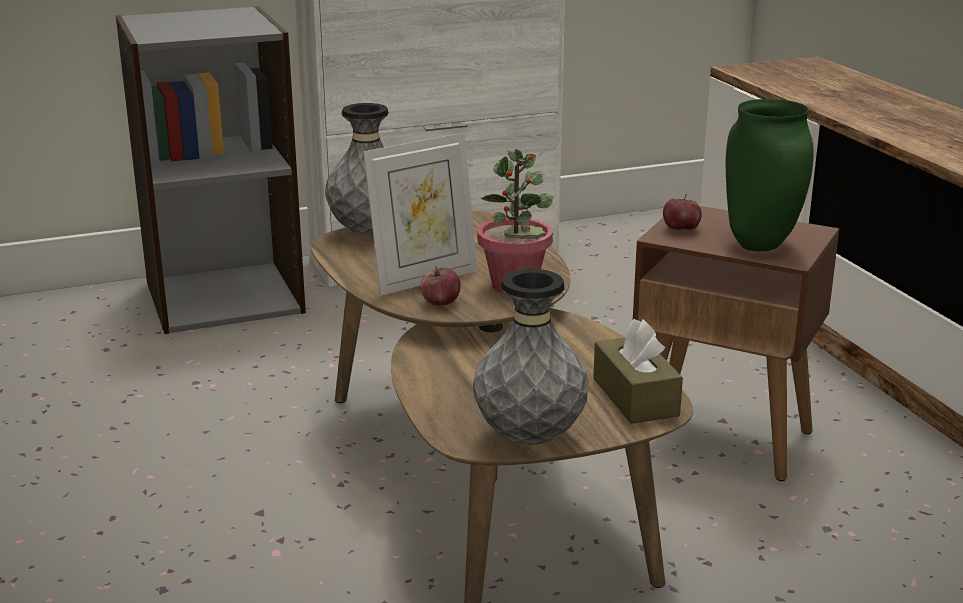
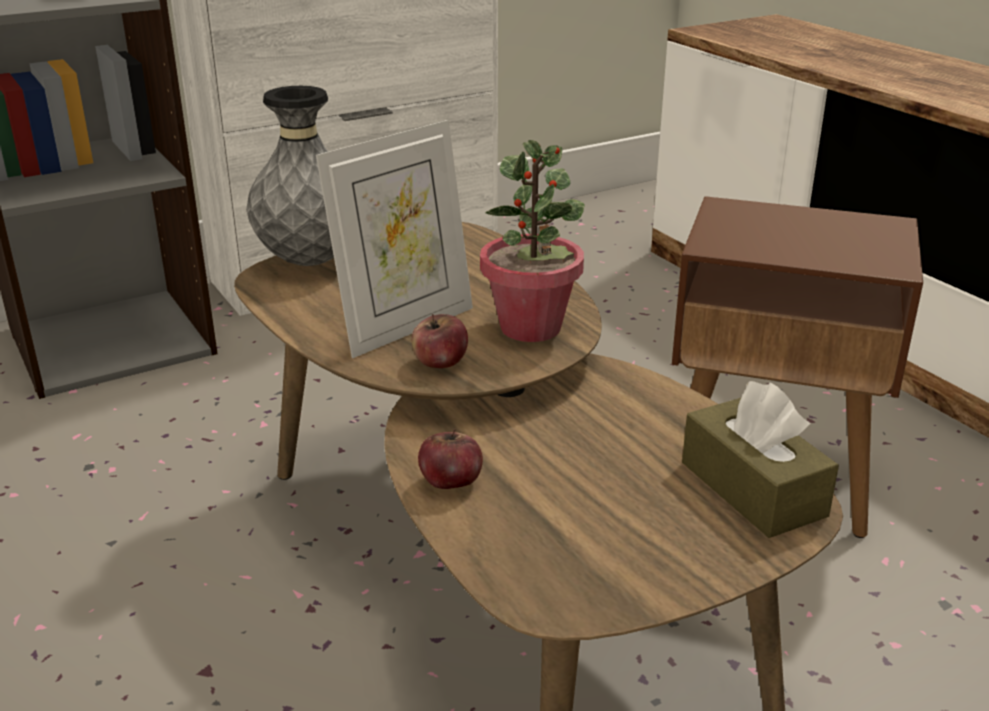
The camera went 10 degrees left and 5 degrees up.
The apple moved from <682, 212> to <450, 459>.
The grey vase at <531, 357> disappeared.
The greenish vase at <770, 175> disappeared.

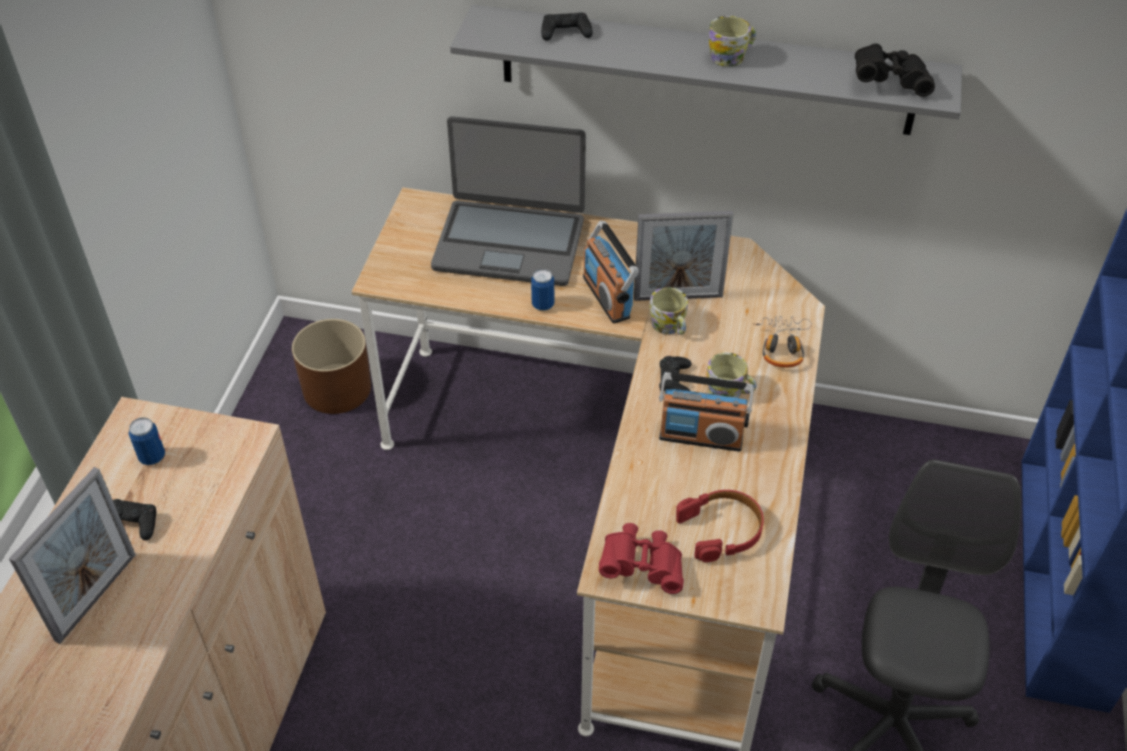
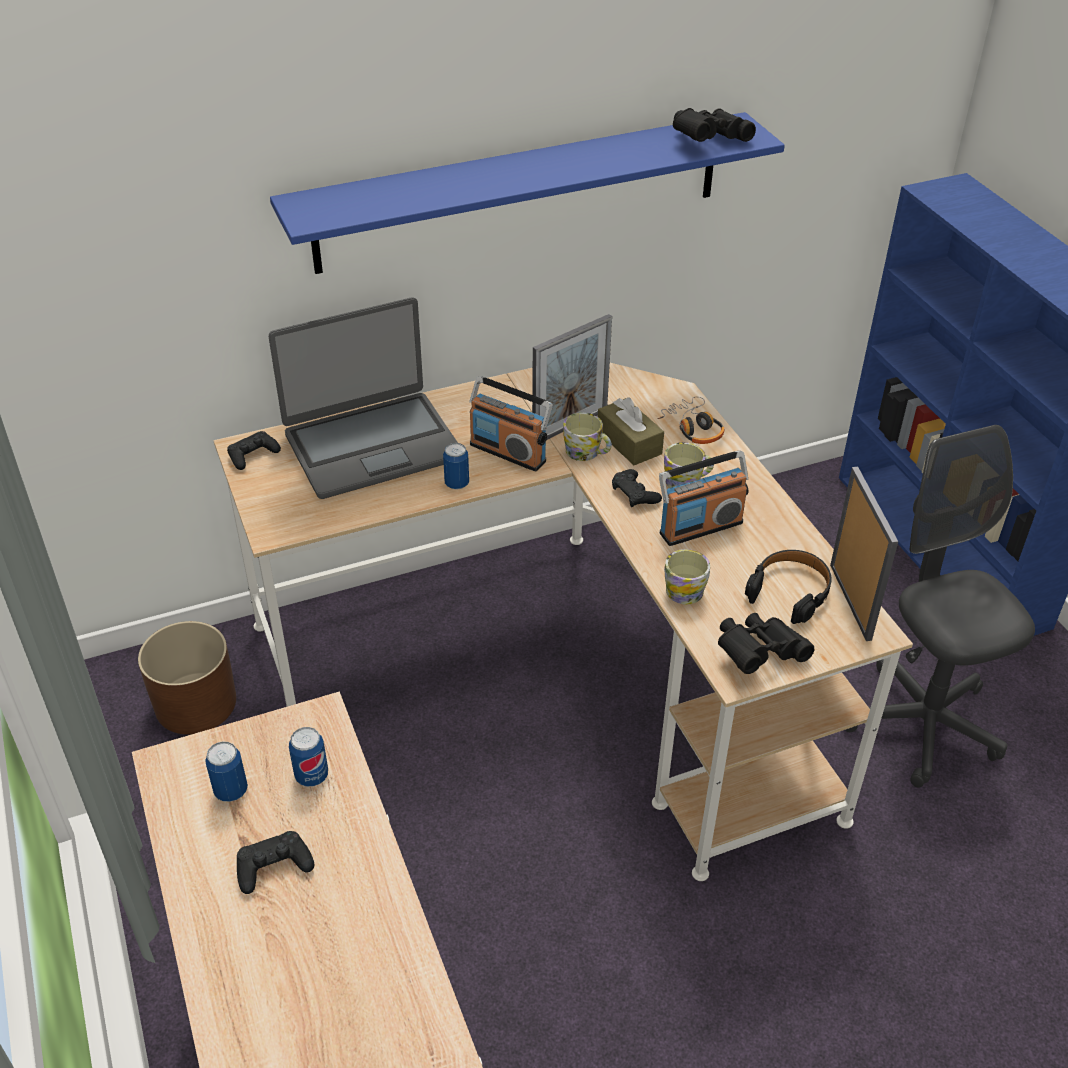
The camera went 35 degrees left and 5 degrees down.
The black joypad moved from <567, 26> to <254, 450>.
The grey shelf at <706, 70> became the blue-coloured shelf at <527, 193>.
The sealed can at <308, 757> appeared.
The brown-coloured tissue holder at <631, 431> appeared.
The coffee mug moved from <732, 41> to <687, 576>.
The reddish binoculars at <641, 558> became the black binoculars at <766, 643>.
The reddish headset at <720, 526> became the black headset at <788, 587>.
The standing frame moved from <72, 555> to <864, 554>.

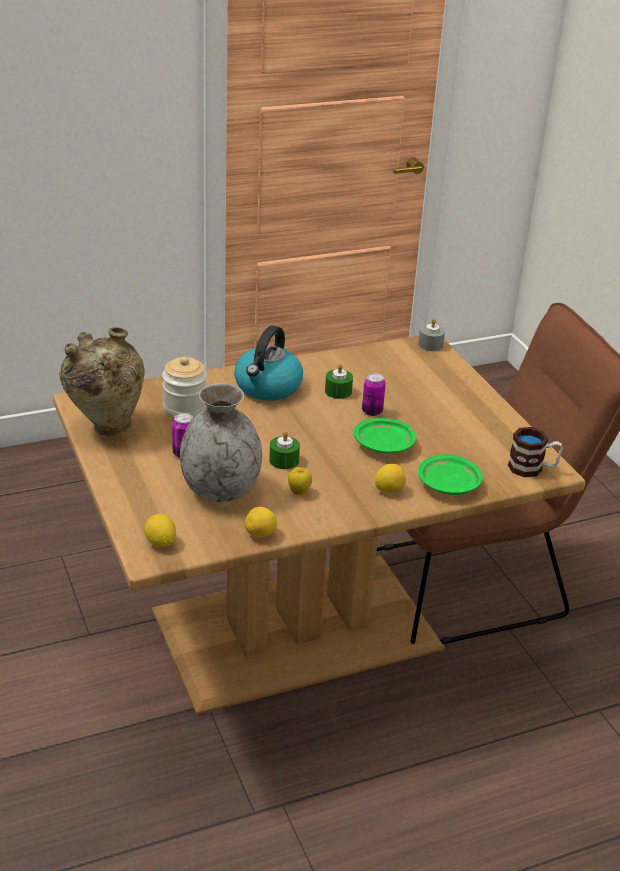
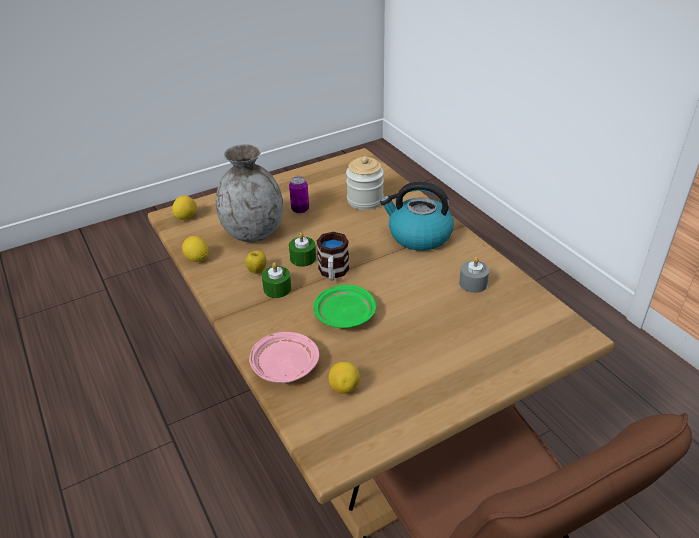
The camera went 85 degrees right and 5 degrees up.
The greenish plate at <450, 474> became the pink plate at <284, 357>.
The greenish wax light moved from <339, 381> to <276, 280>.
The coffee mug moved from <535, 452> to <333, 256>.
The lemon moved from <390, 478> to <344, 378>.
The grey wax light moved from <431, 334> to <474, 275>.
The beige vase at <102, 382> disappeared.
The sealed can at <374, 394> disappeared.

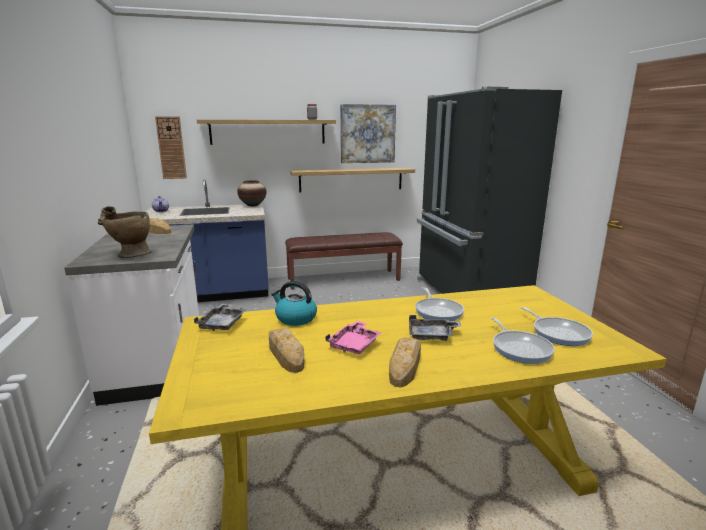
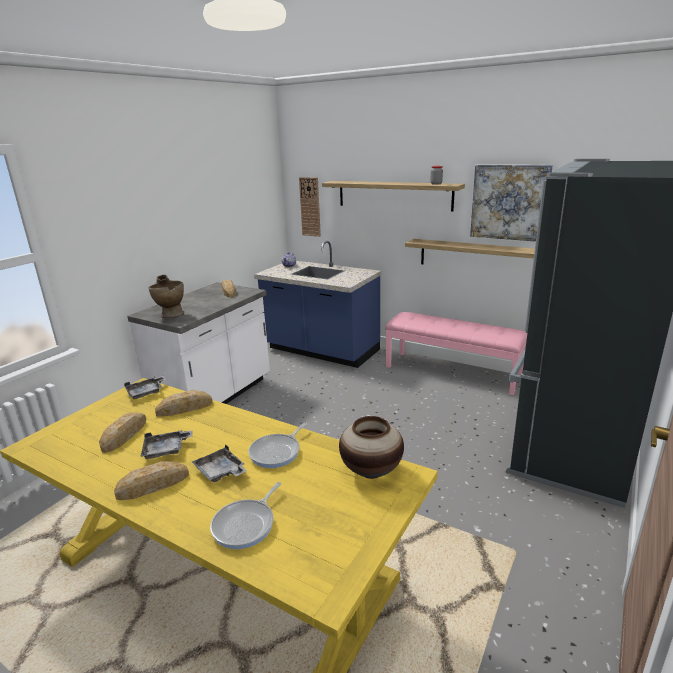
The camera went 45 degrees right and 5 degrees up.
The pink carrying tray at <353, 337> became the grey carrying tray at <167, 444>.
The kettle at <294, 303> was replaced by the bakery bread at <184, 403>.
The vase moved from <252, 193> to <371, 447>.
The brown-coloured indoor bench at <344, 261> became the pink indoor bench at <456, 353>.
The skillet at <557, 326> disappeared.

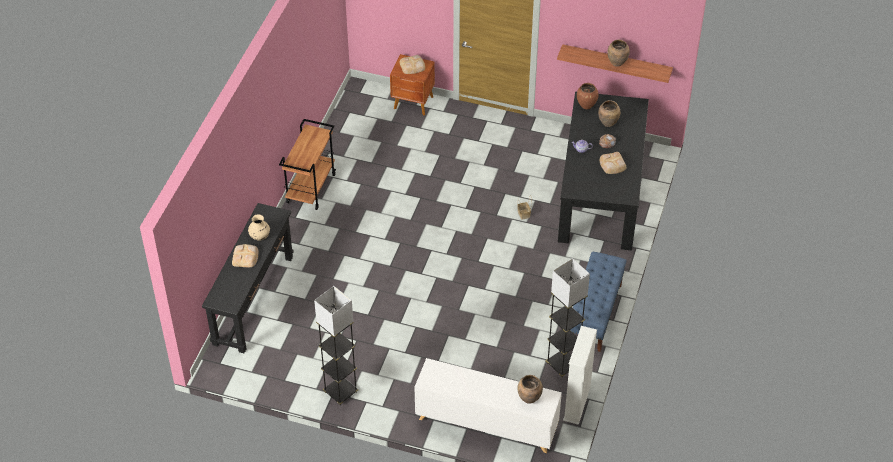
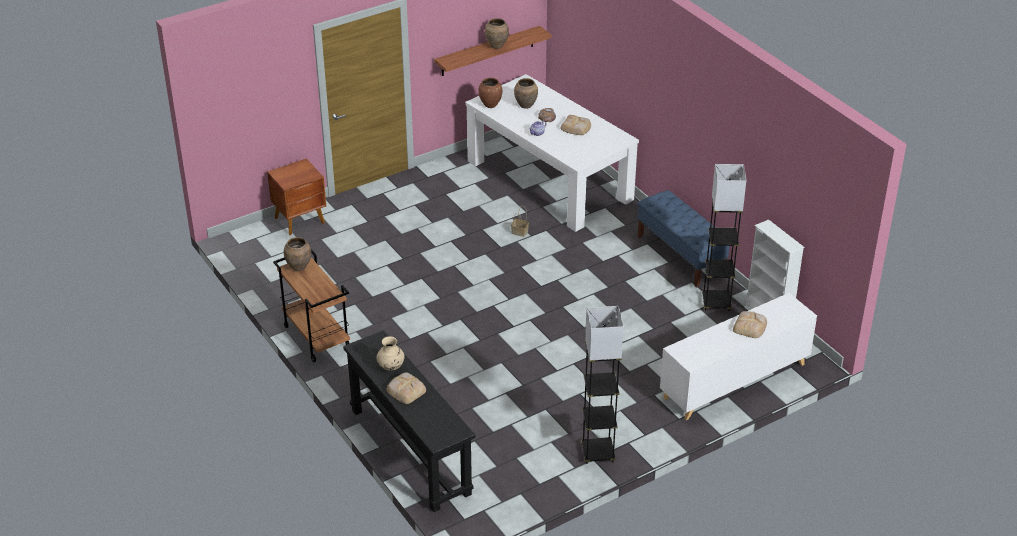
The camera went 50 degrees left and 10 degrees down.
The brown-coloured vase moved from <530, 389> to <297, 254>.
The black dining table at <603, 171> became the white-coloured dining table at <552, 153>.
The bakery bread moved from <412, 64> to <750, 324>.

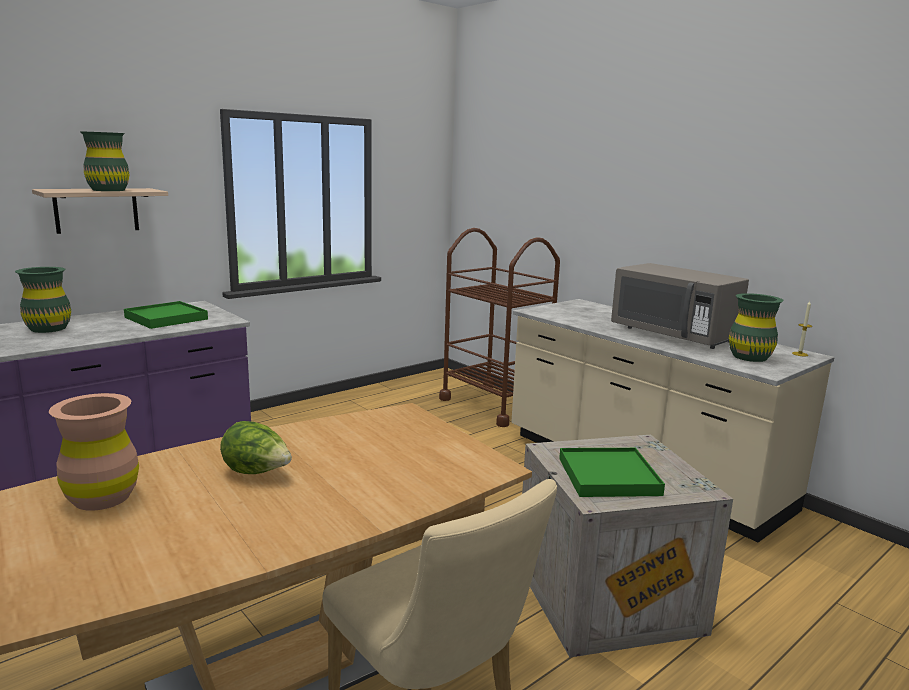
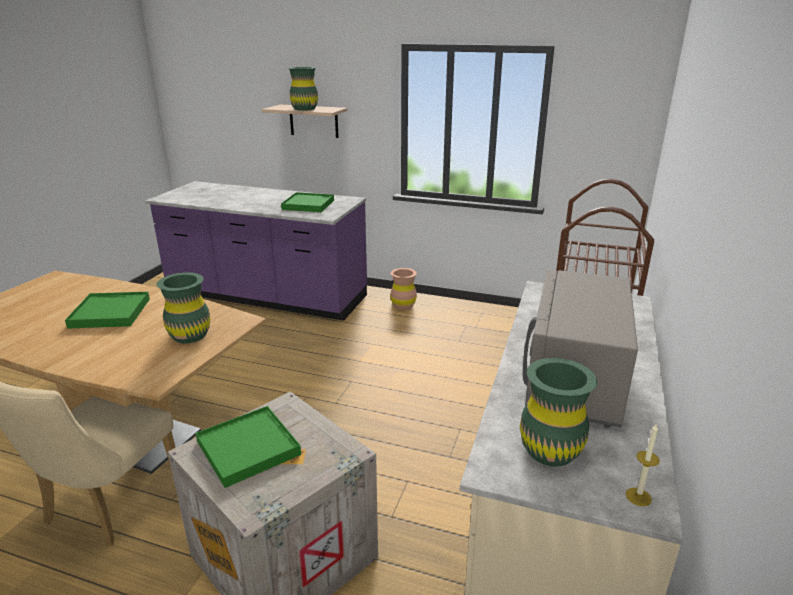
The camera went 60 degrees right and 10 degrees up.
The lettuce at <256, 447> was replaced by the greenish carrying tray at <107, 310>.
The greenish vase moved from <43, 300> to <183, 307>.
The brown-coloured vase moved from <94, 452> to <403, 289>.

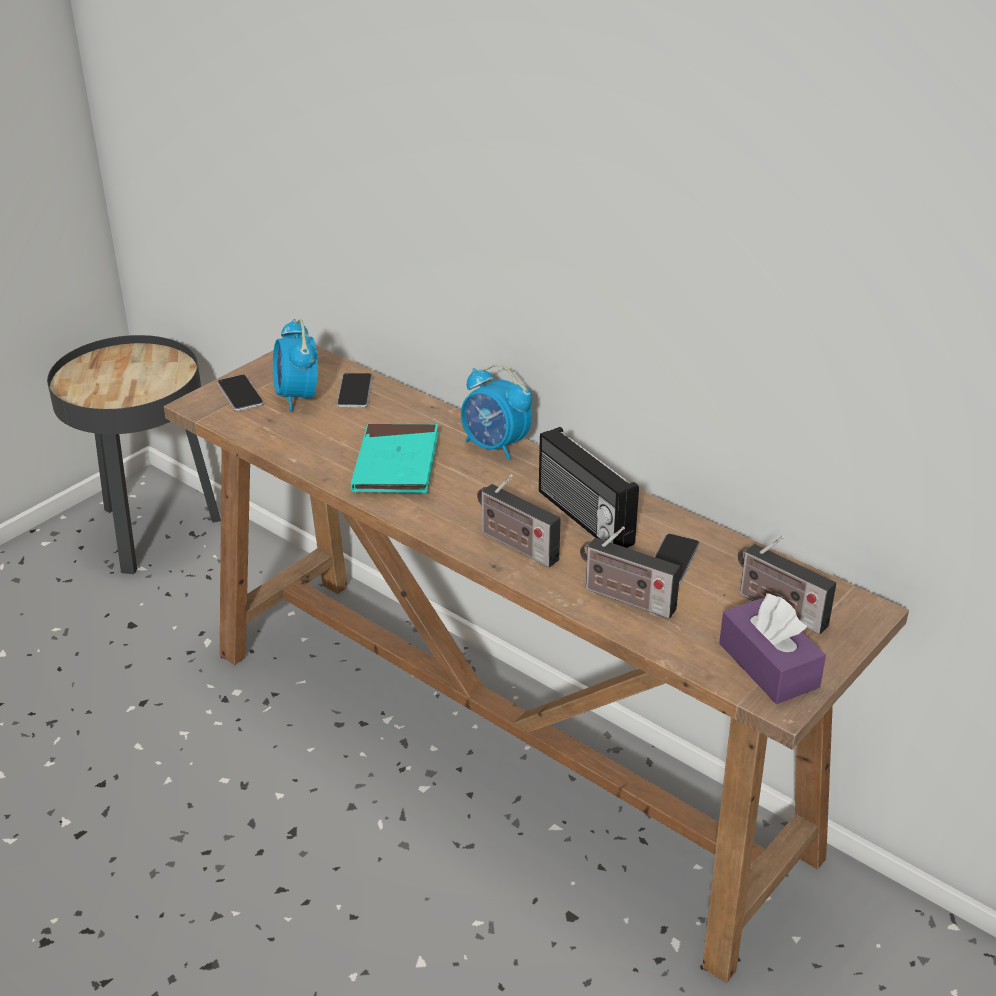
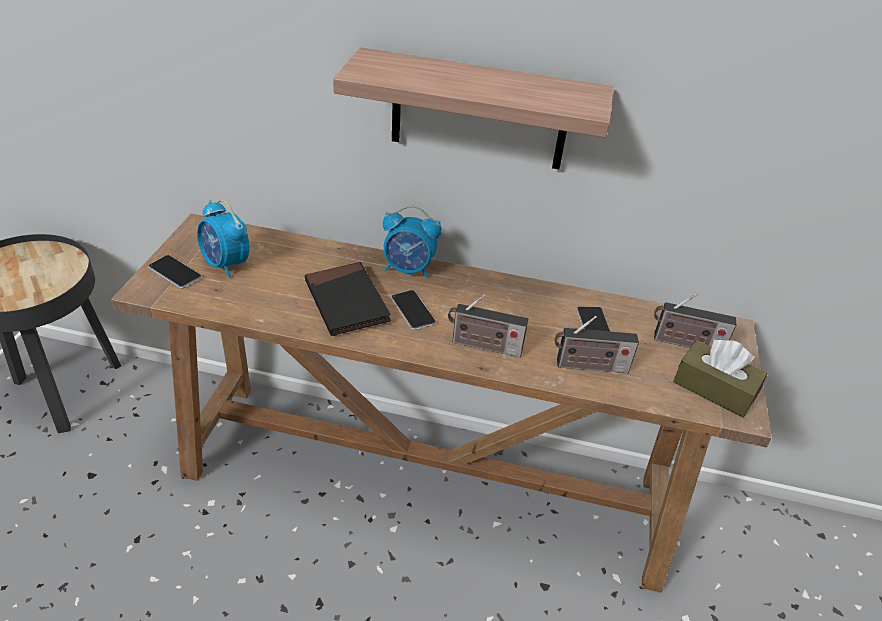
The camera went 30 degrees left and 5 degrees up.
The turquoise-coloured book at <395, 458> became the black book at <348, 299>.
The shelf at <473, 108> appeared.
The phone moved from <355, 390> to <413, 310>.
The purple tissue holder at <772, 648> became the brown-coloured tissue holder at <720, 378>.
The radio at <589, 487> disappeared.

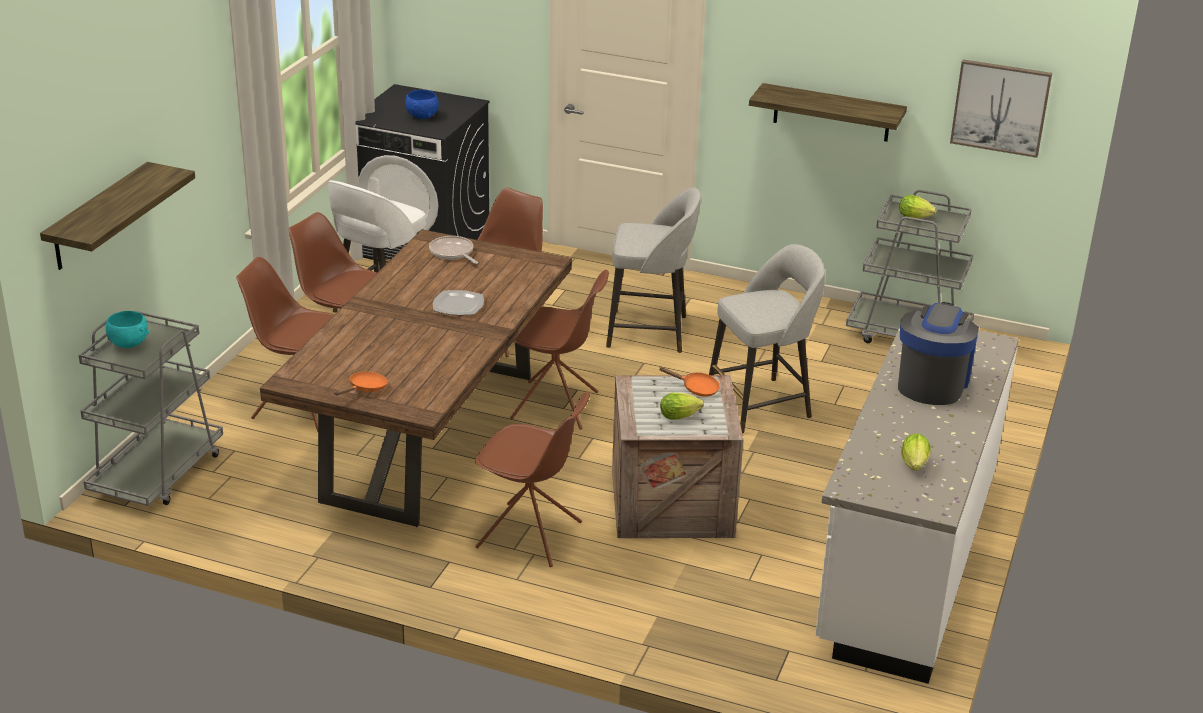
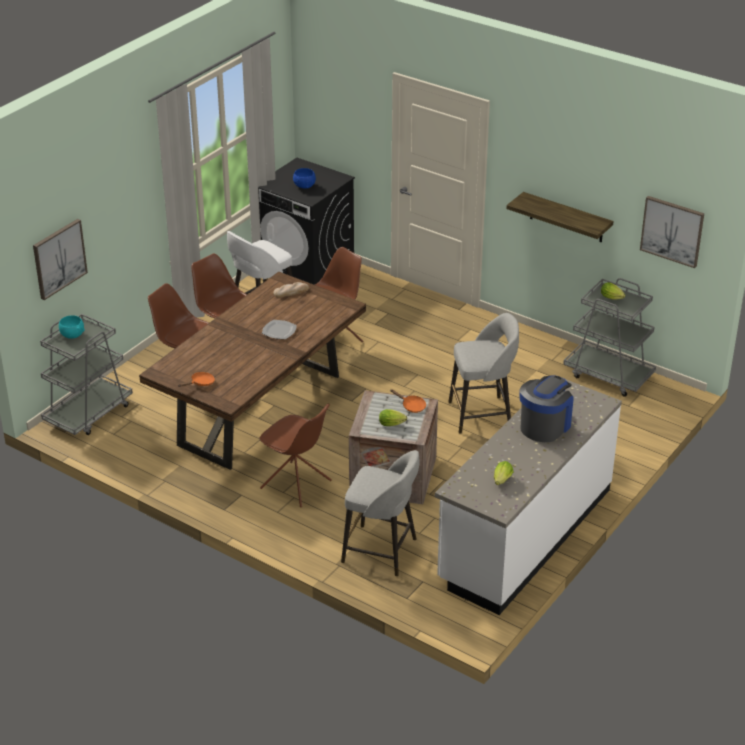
The camera went 15 degrees right and 5 degrees up.
The shelf at <117, 216> was replaced by the wall picture at <60, 259>.
The skillet at <453, 250> was replaced by the bakery bread at <291, 290>.
The grey stool seat moved from <653, 270> to <380, 513>.
The brown-coloured chair at <559, 350> disappeared.

